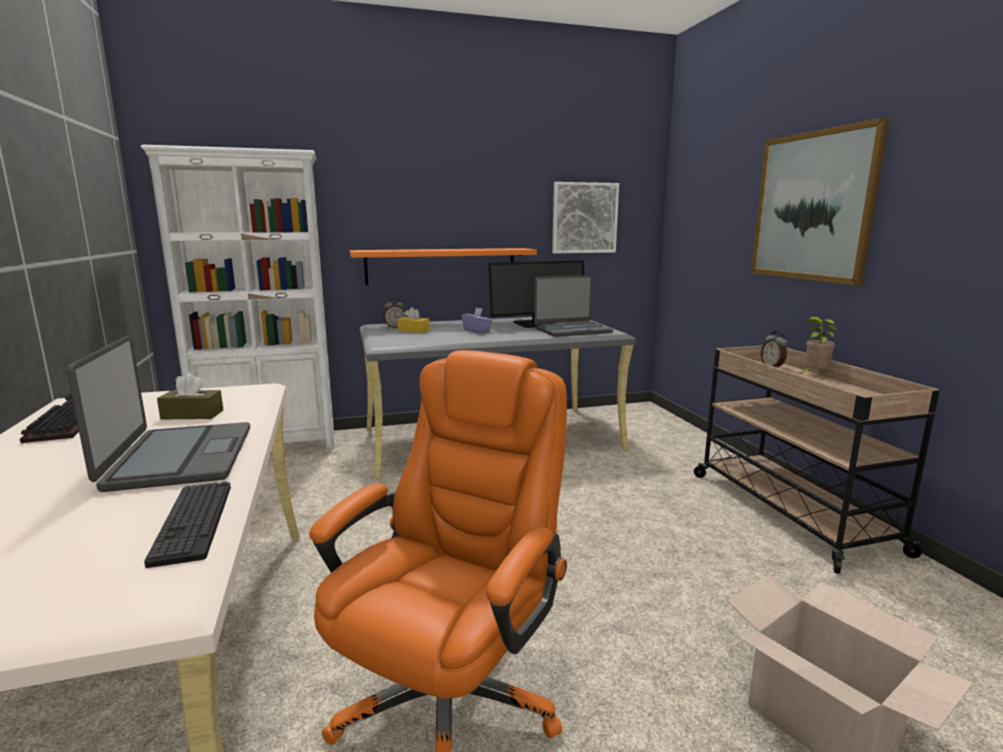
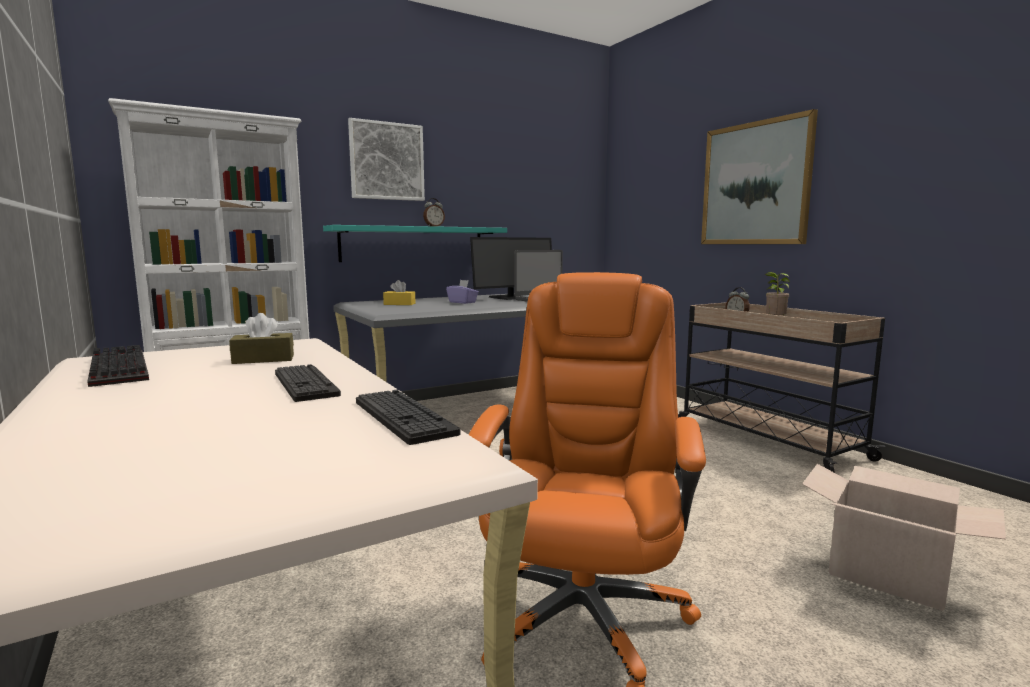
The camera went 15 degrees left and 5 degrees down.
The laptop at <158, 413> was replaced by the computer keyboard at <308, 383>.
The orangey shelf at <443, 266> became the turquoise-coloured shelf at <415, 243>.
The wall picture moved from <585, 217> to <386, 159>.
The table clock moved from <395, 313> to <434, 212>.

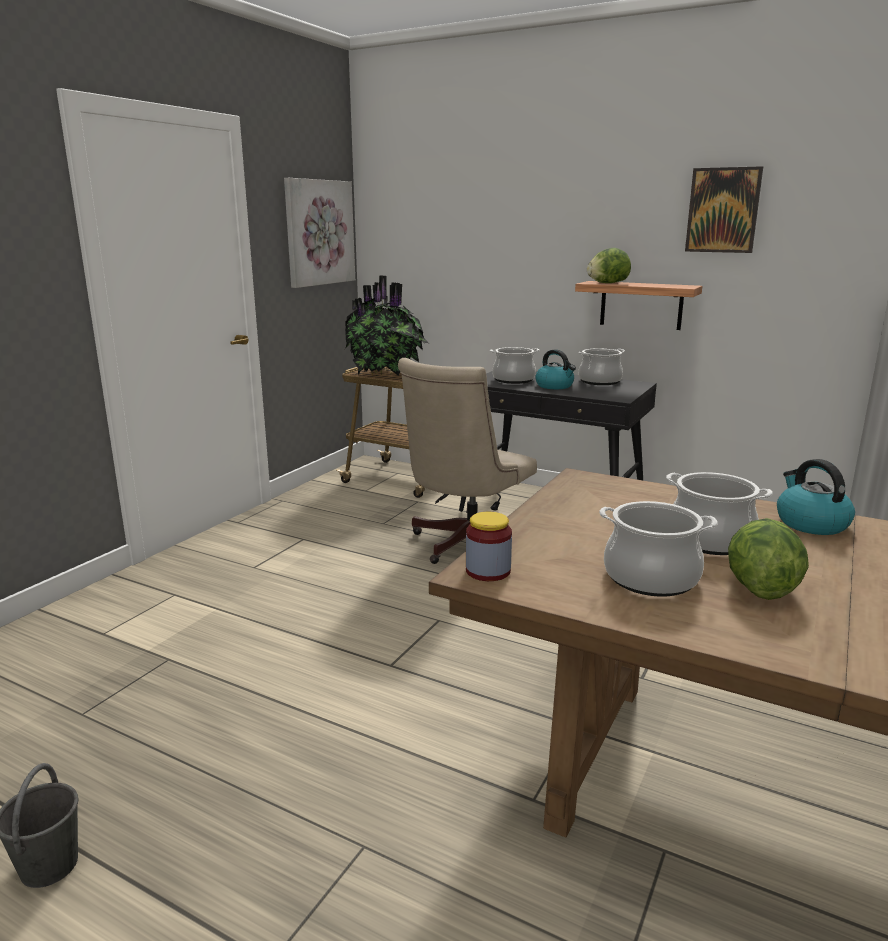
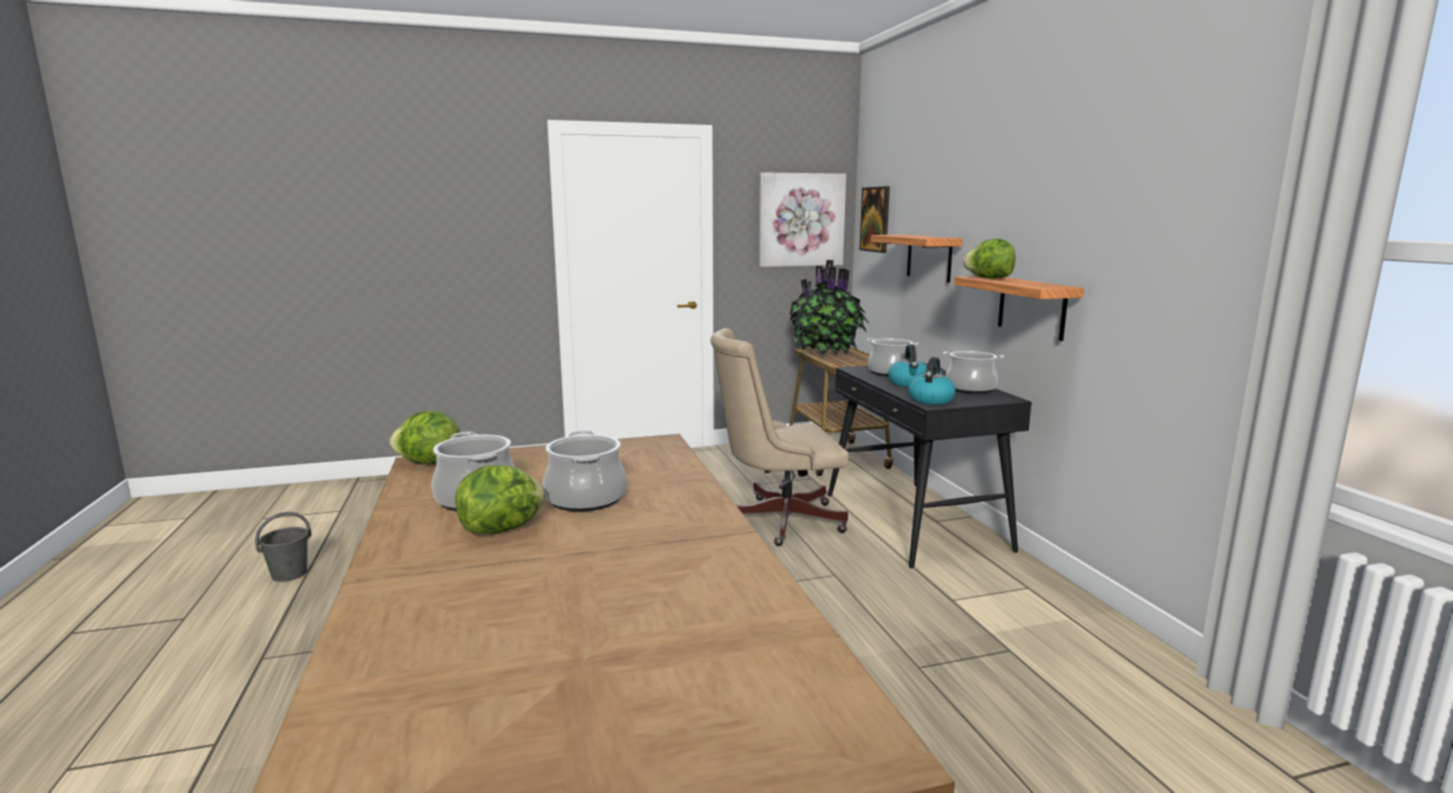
The camera went 45 degrees right and 5 degrees down.
The storage jar at <489, 546> was replaced by the lettuce at <426, 438>.
The wall picture moved from <724, 209> to <874, 219>.
The shelf at <917, 259> appeared.
The kettle moved from <816, 497> to <932, 381>.

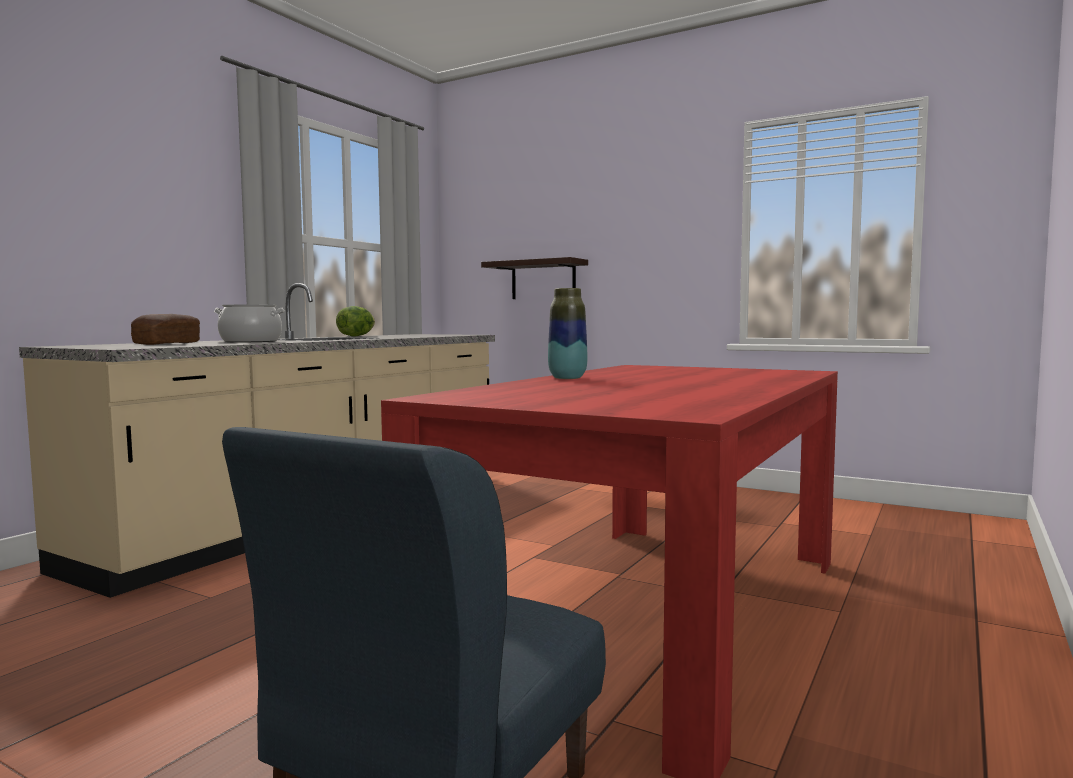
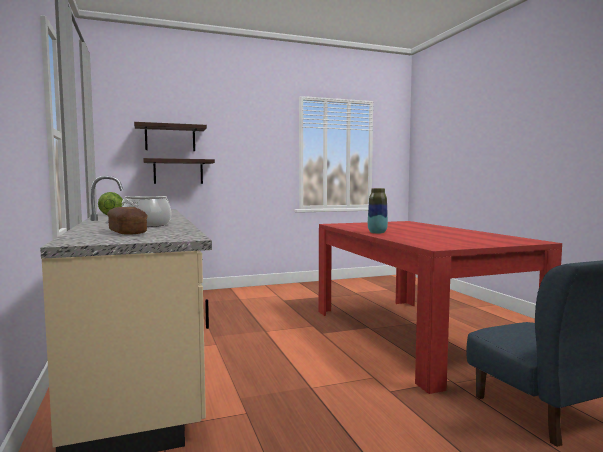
The camera went 50 degrees left and 0 degrees up.
The shelf at <170, 136> appeared.

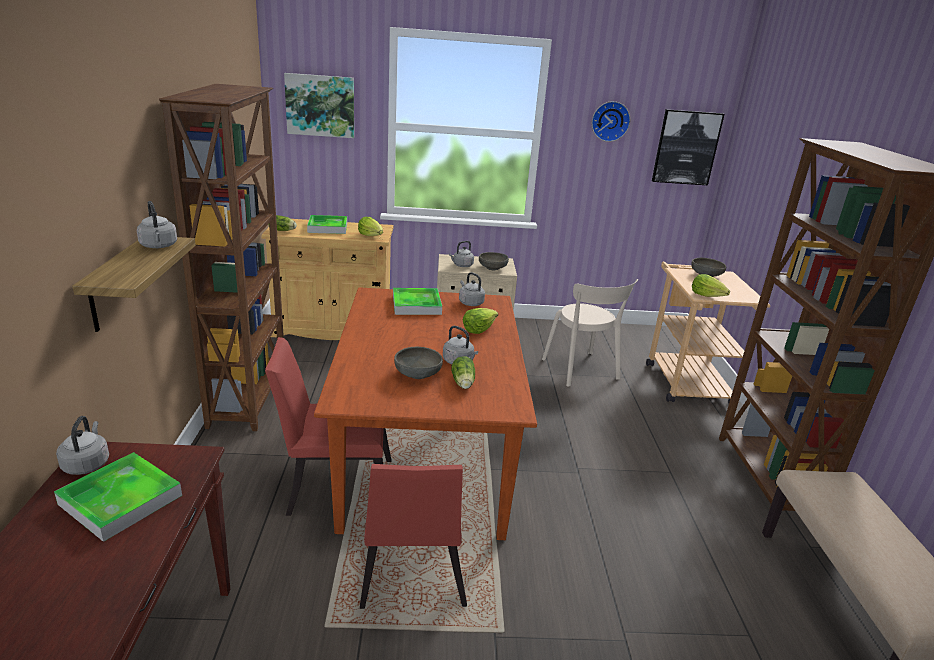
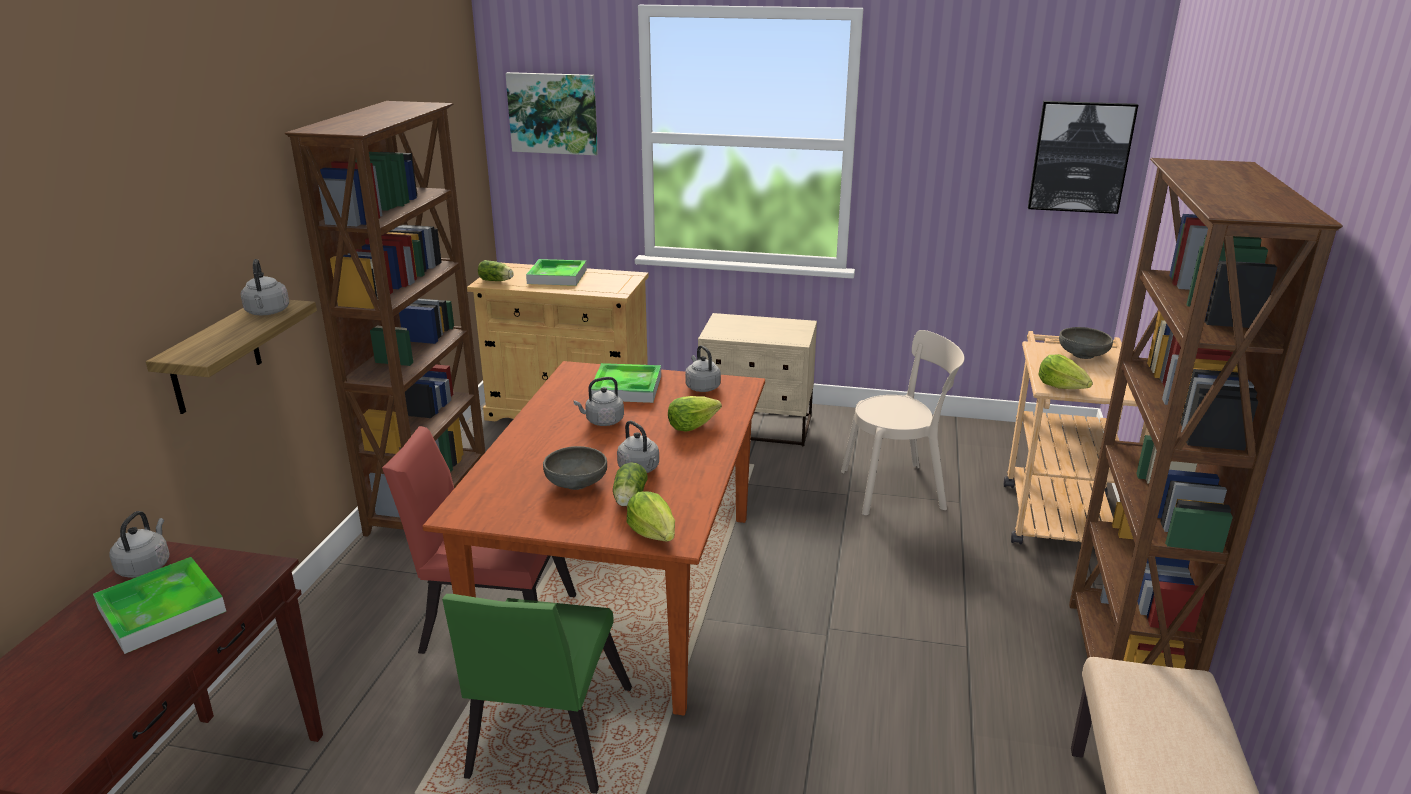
The camera went 15 degrees right and 0 degrees up.
The reddish chair at <413, 536> became the greenish chair at <537, 694>.
The grey kettle moved from <461, 254> to <599, 401>.
The lettuce moved from <370, 226> to <651, 516>.
The beige chair at <590, 333> turned 90 degrees counterclockwise.
The grey serving bowl at <494, 261> disappeared.
The hanging clock at <611, 121> disappeared.

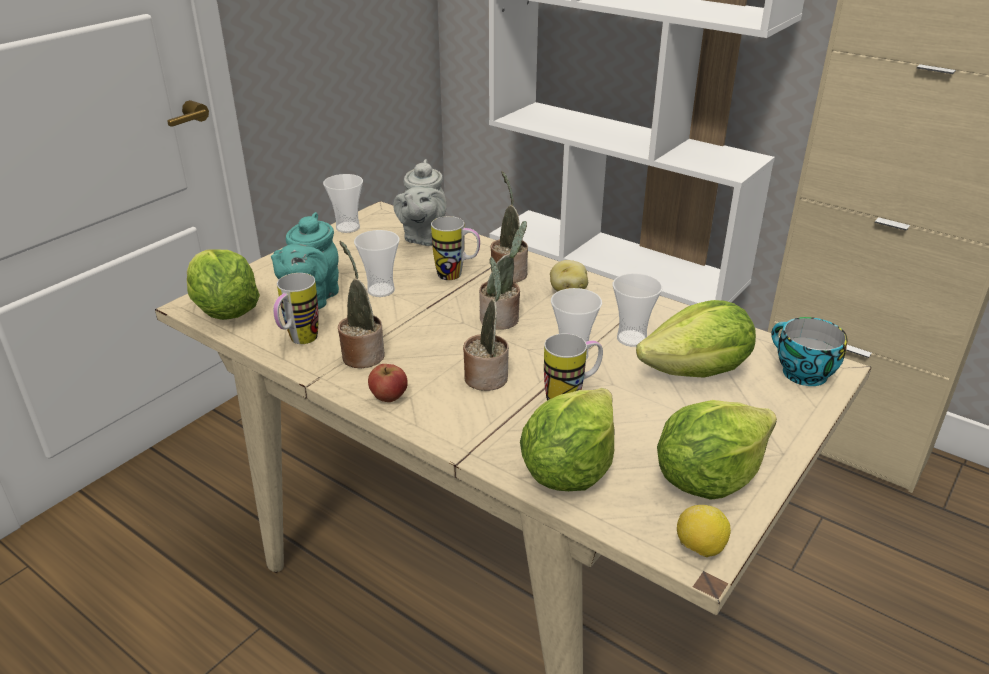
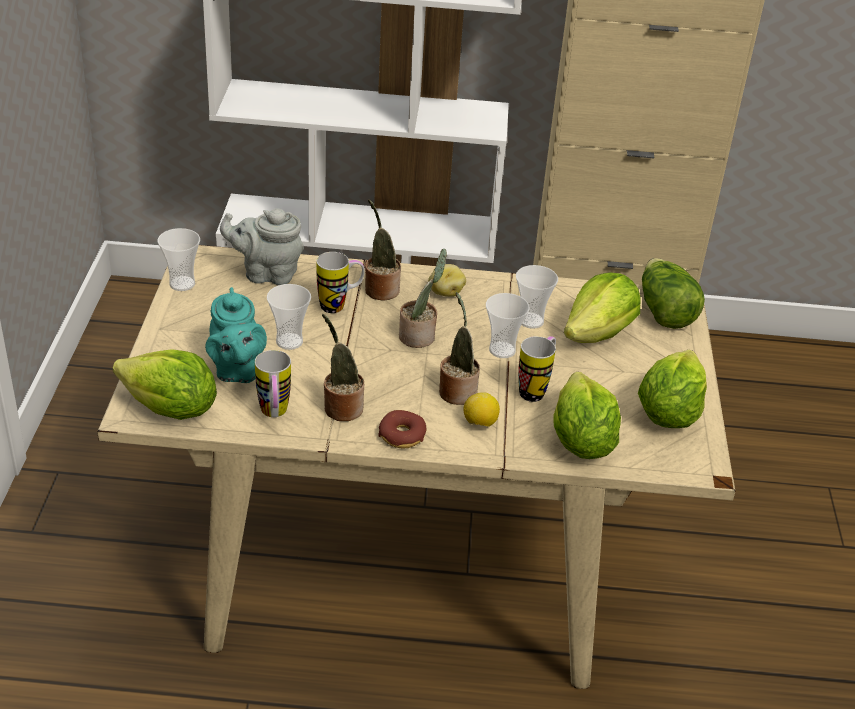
The camera went 35 degrees left and 5 degrees up.
The grey tea pot at <420, 202> turned 120 degrees clockwise.
The apple at <388, 383> was replaced by the donut at <402, 429>.
The lemon moved from <704, 531> to <482, 409>.
The cup at <809, 351> was replaced by the lettuce at <673, 293>.

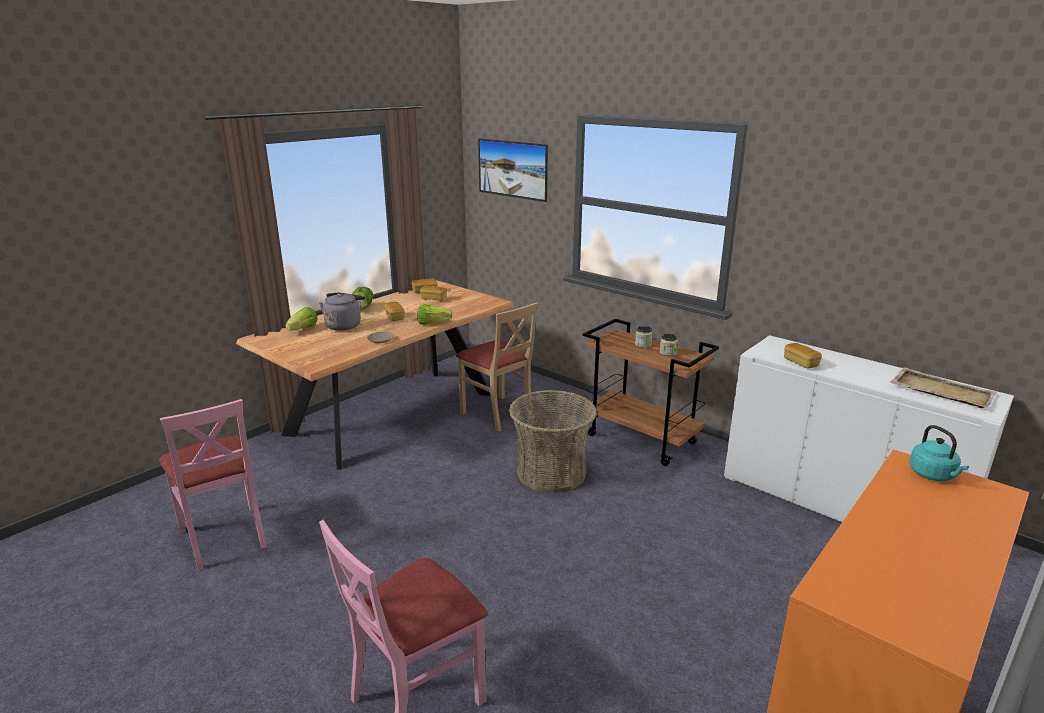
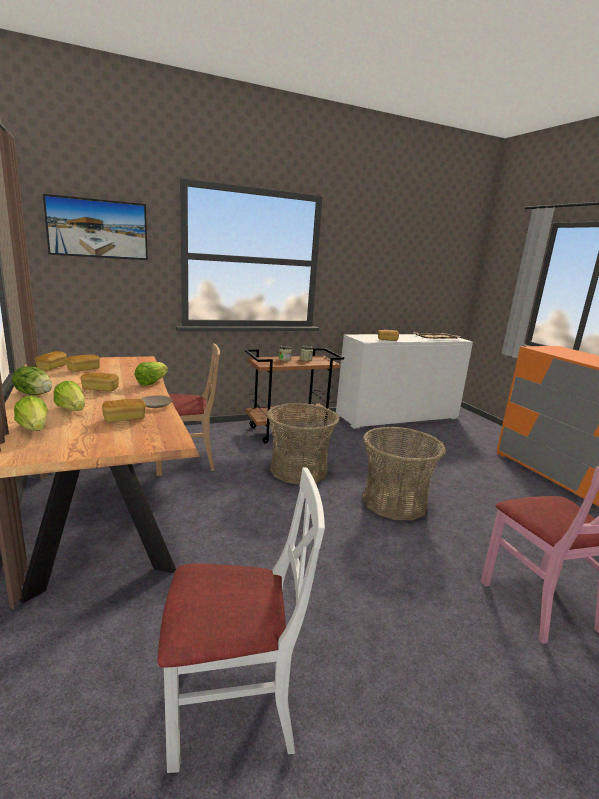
The camera went 65 degrees left and 5 degrees down.
The grey kettle at <342, 312> was replaced by the lettuce at <69, 396>.
The bakery bread at <124, 410> appeared.
The pink chair at <213, 484> became the white-coloured chair at <241, 620>.
The storage basket at <404, 473> appeared.
The turquoise-coloured kettle at <939, 453> disappeared.

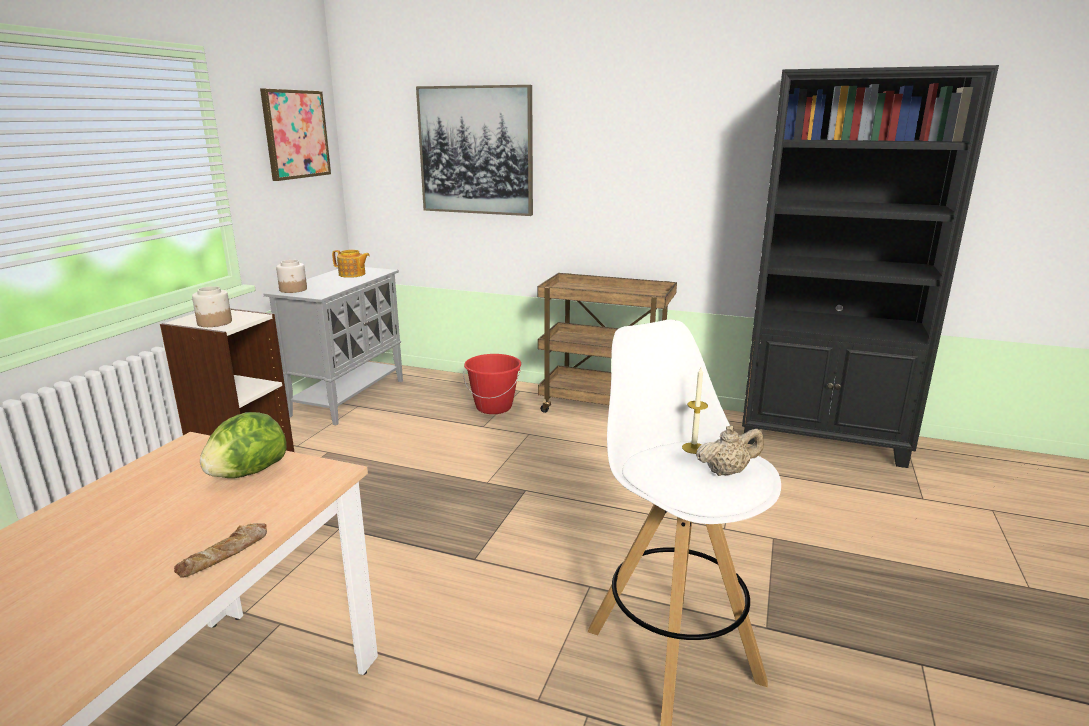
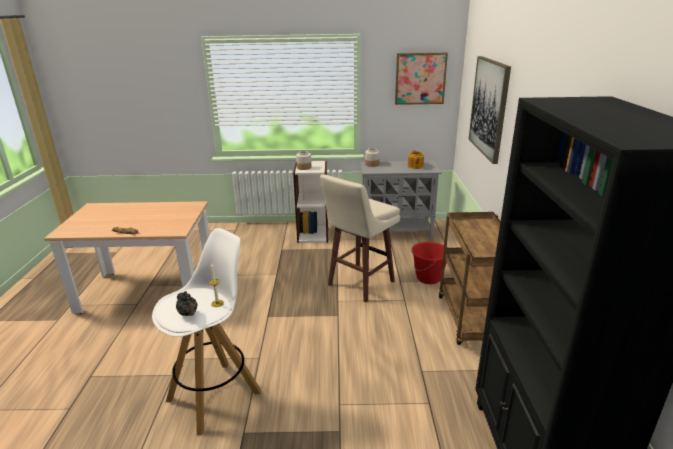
The camera went 70 degrees right and 5 degrees up.
The beige tea pot at <730, 450> became the black tea pot at <186, 303>.
The beige stool seat at <360, 238> appeared.
The lettuce at <243, 445> disappeared.

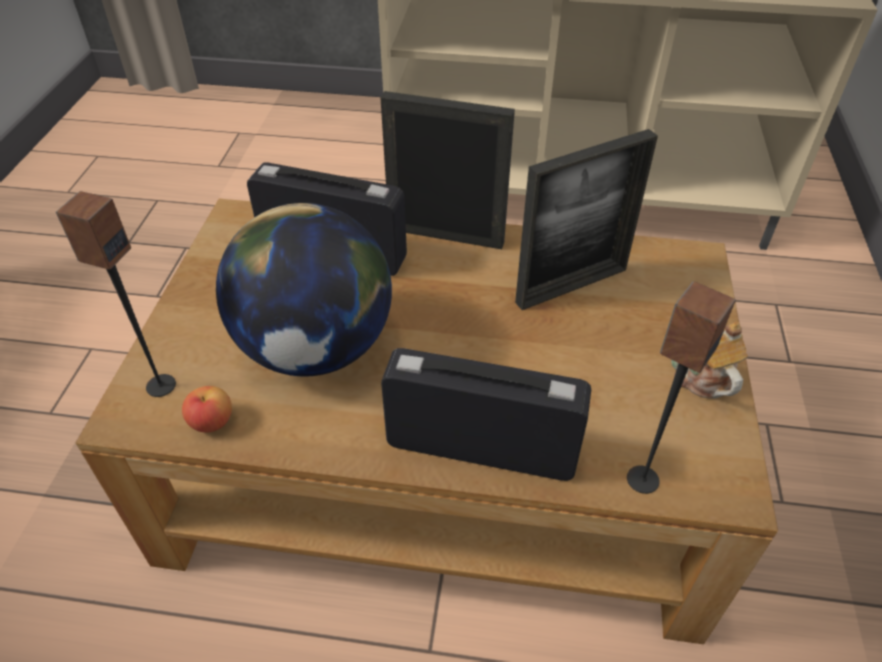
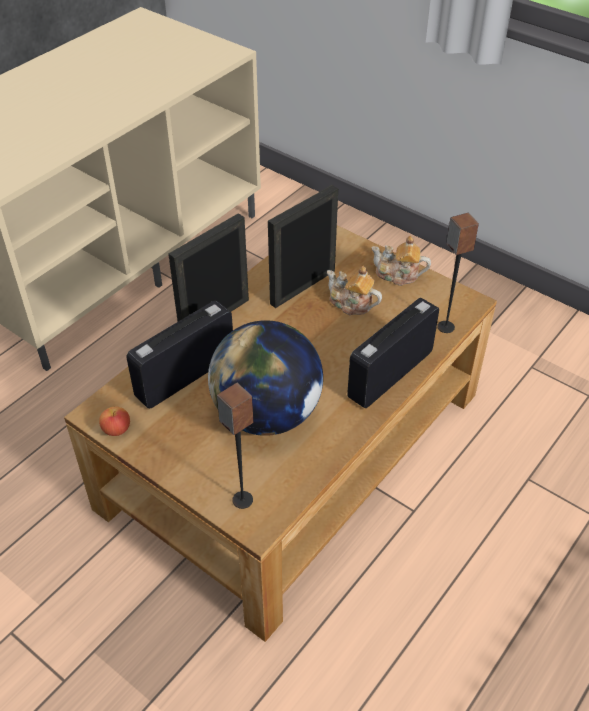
The camera went 60 degrees left and 0 degrees up.
The apple moved from <207, 409> to <114, 421>.
The standing frame at <586, 219> turned 135 degrees counterclockwise.
The tea pot at <354, 290> appeared.

